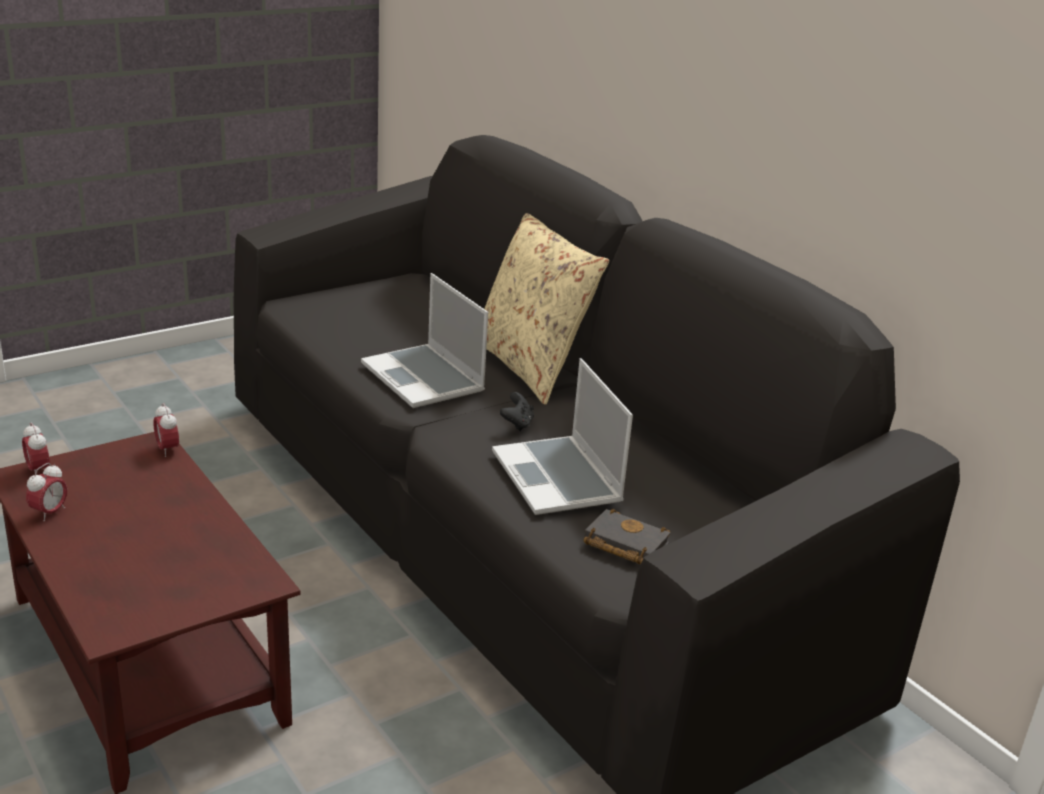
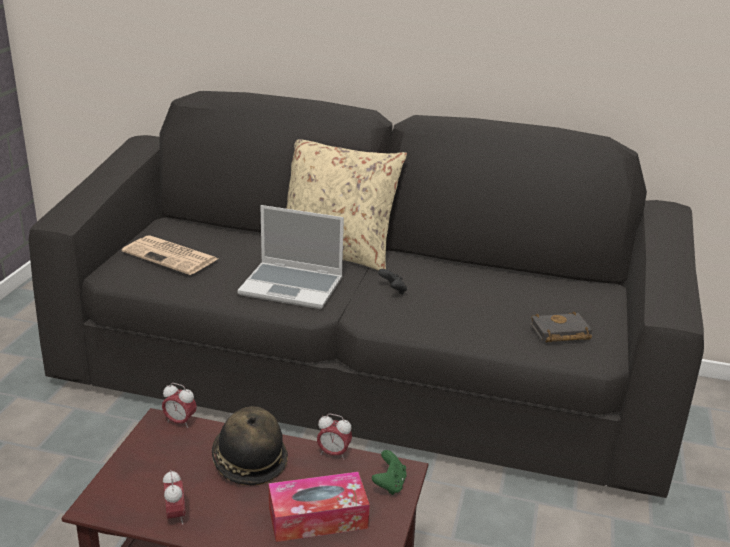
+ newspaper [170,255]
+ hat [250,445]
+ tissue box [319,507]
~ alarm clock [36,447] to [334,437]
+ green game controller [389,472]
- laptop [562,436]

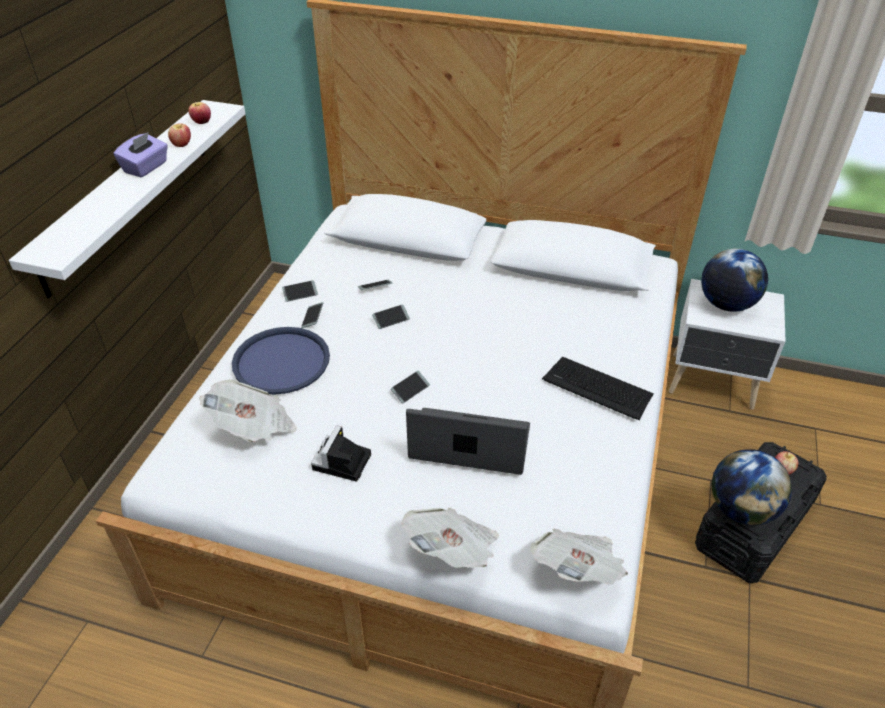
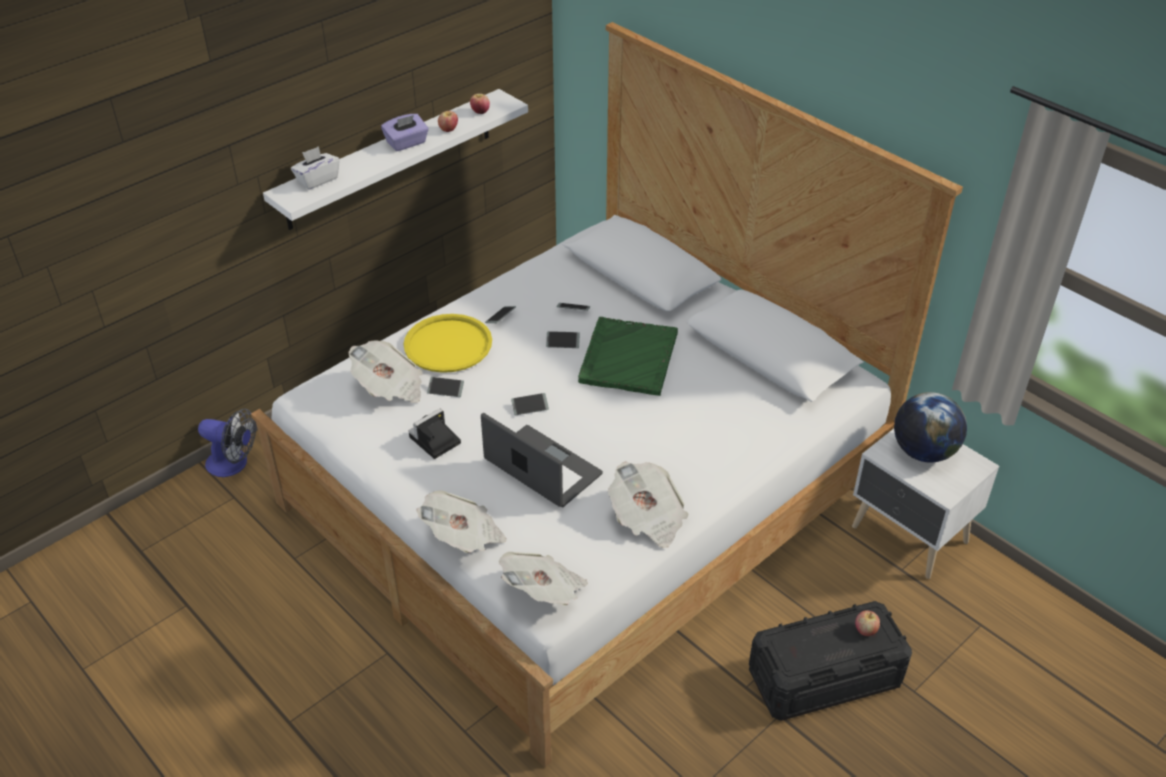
+ fan [227,443]
+ white tissue box [315,168]
~ blue tray [281,361] to yellow tray [448,343]
~ phone [300,291] to [445,387]
+ green tray [628,356]
+ newspaper [648,505]
- keyboard [598,388]
- globe [752,487]

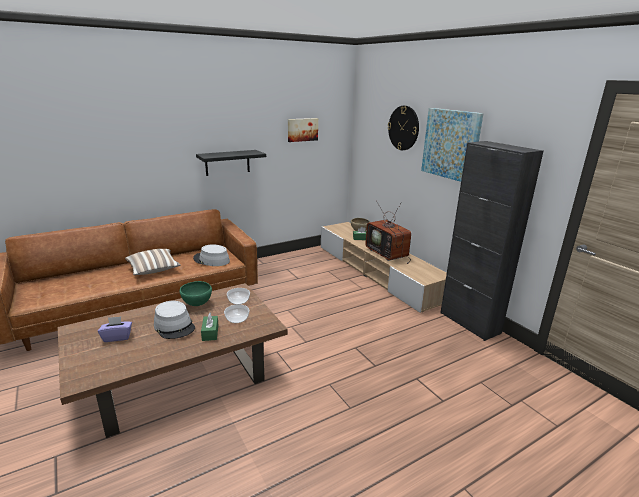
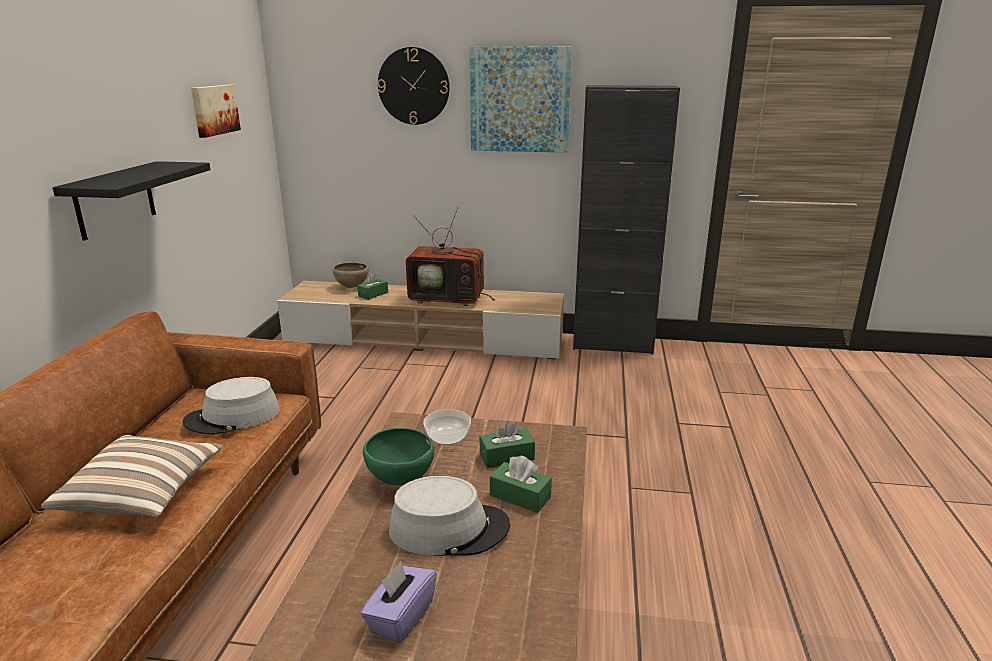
~ bowl [236,313] to green tissue box [507,444]

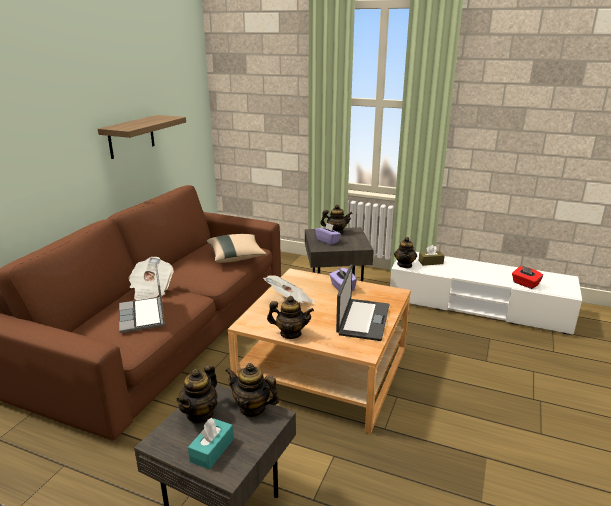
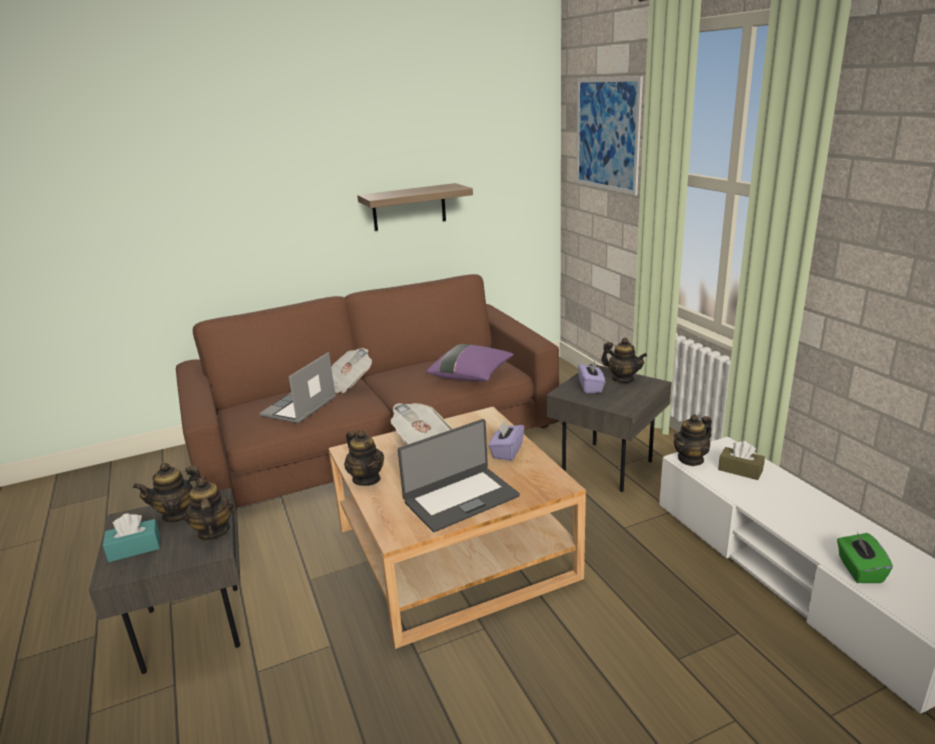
~ beige pillow [237,248] to purple pillow [470,362]
+ picture [609,135]
~ red tissue box [527,277] to green tissue box [865,557]

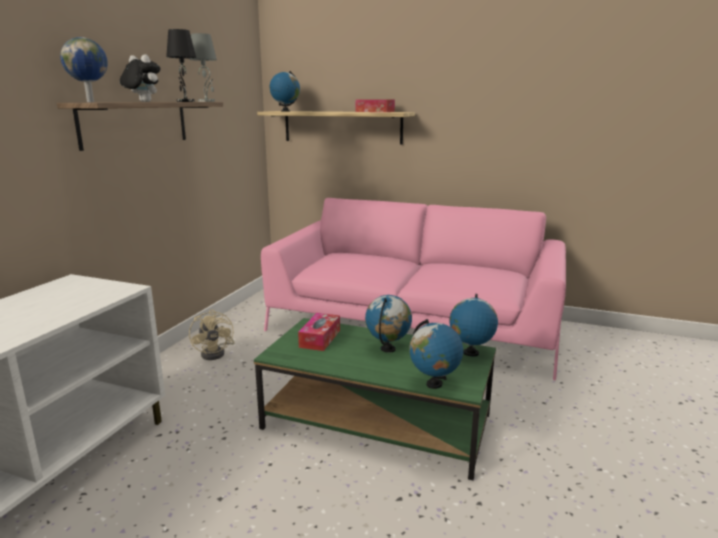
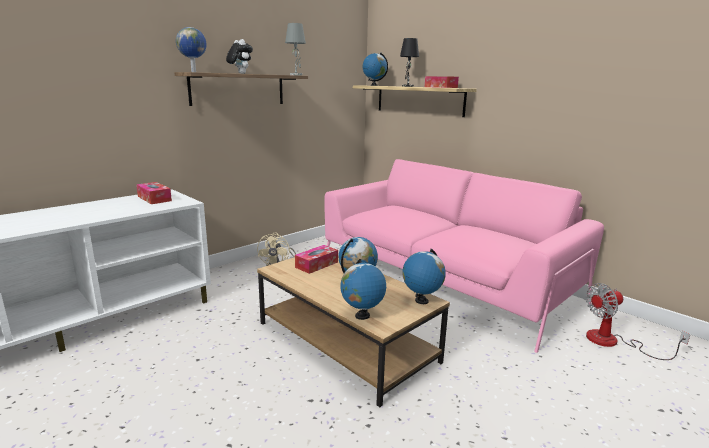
+ tissue box [154,193]
~ green coffee table [375,399] to brown coffee table [353,331]
~ black table lamp [181,65] to [409,62]
+ fan [638,321]

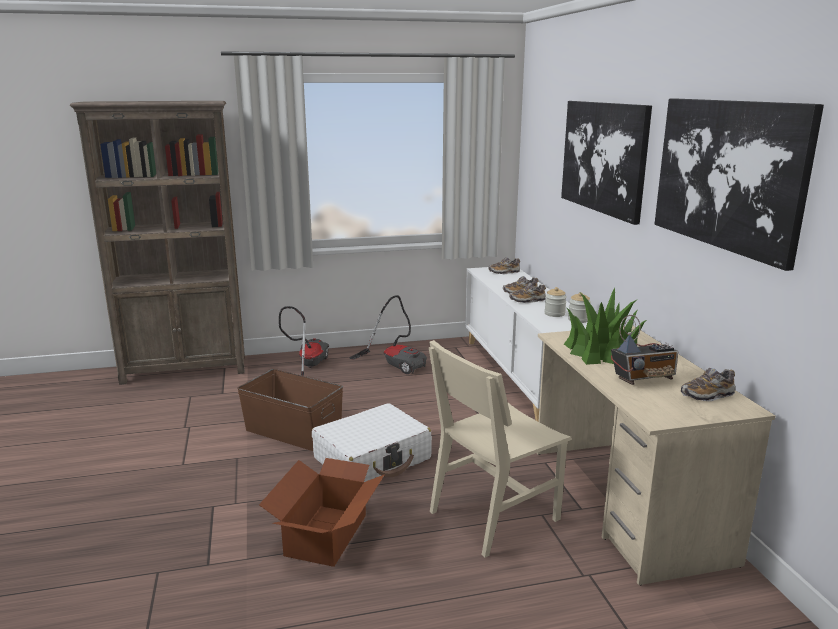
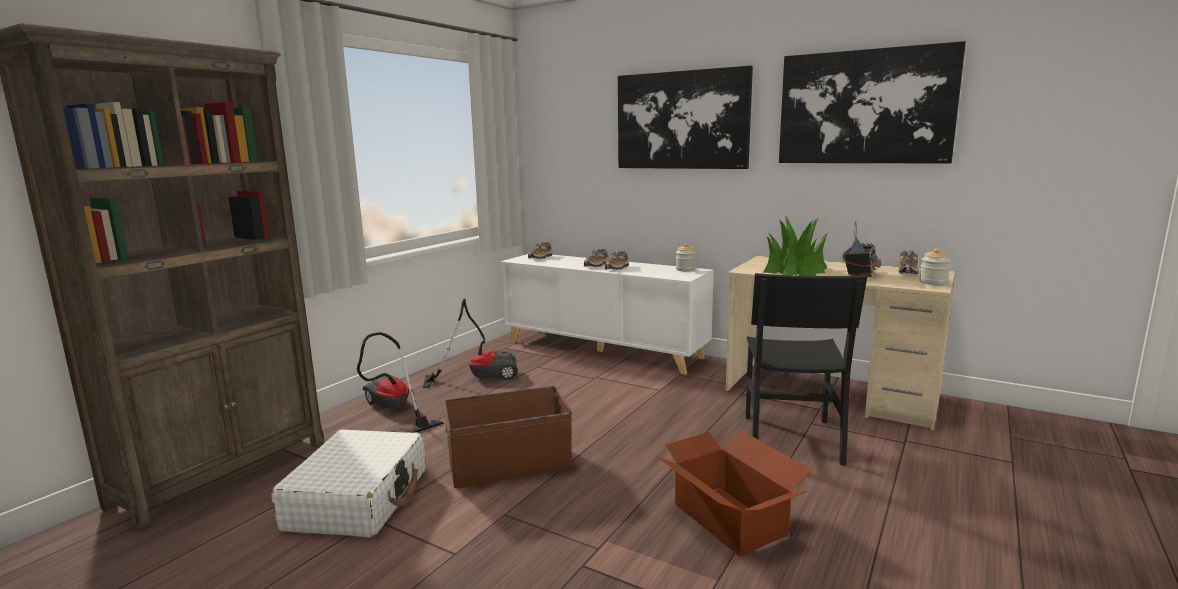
~ white suitcase [372,442] to [348,484]
~ beige chair [500,448] to black chair [806,369]
~ jar [556,302] to [935,266]

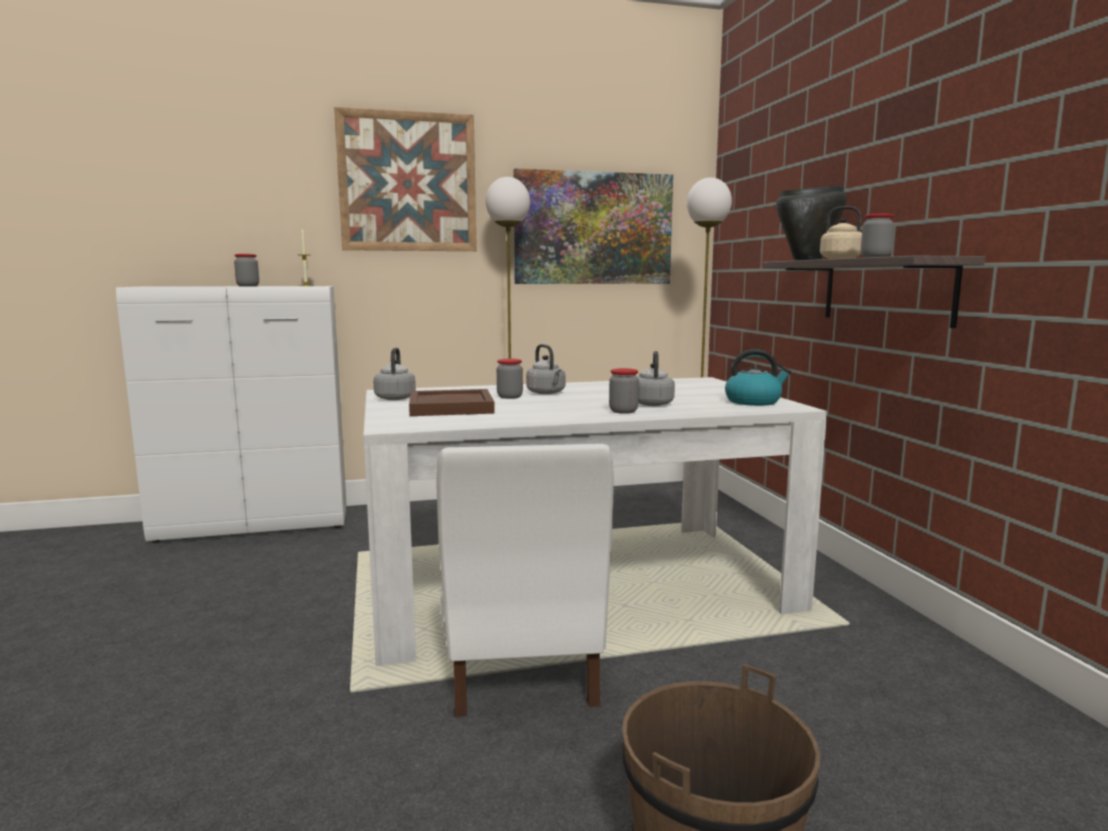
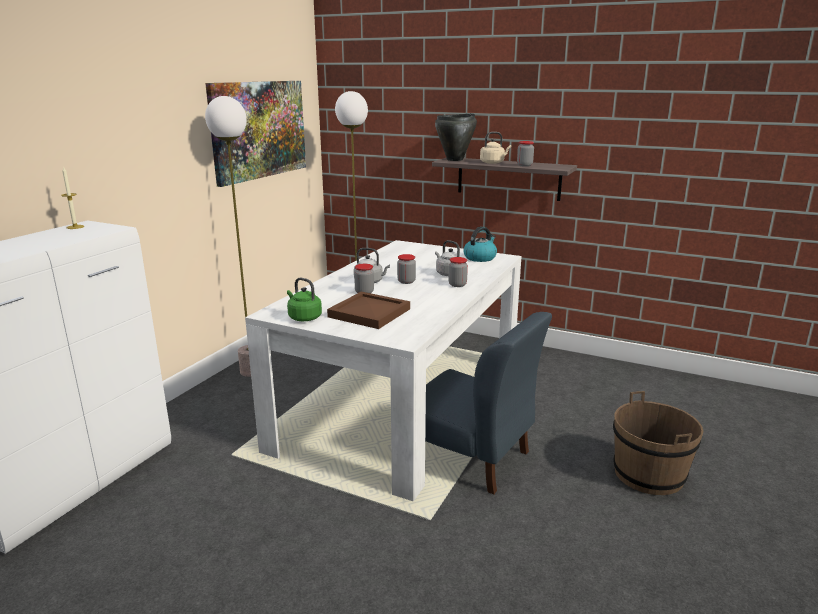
~ grey kettle [394,373] to green kettle [304,299]
~ jar [246,270] to [406,269]
~ white chair [525,580] to blue chair [488,403]
- picture [405,179]

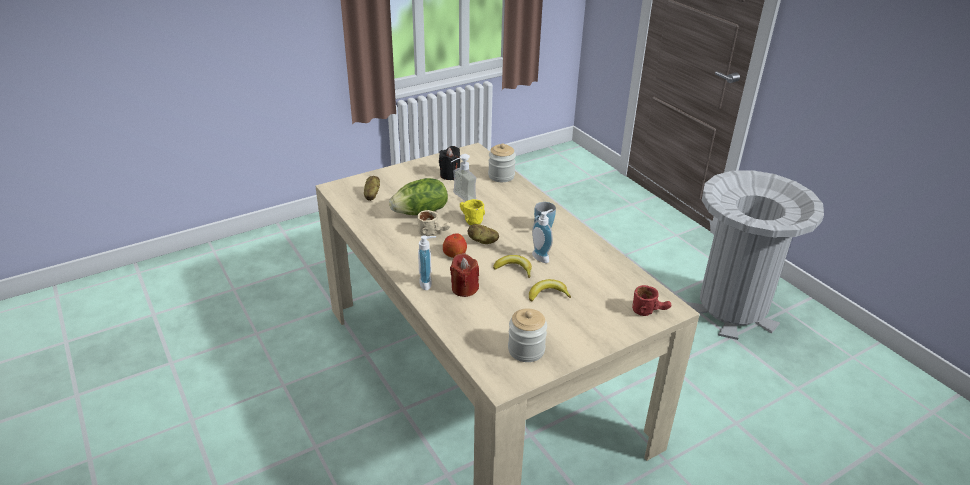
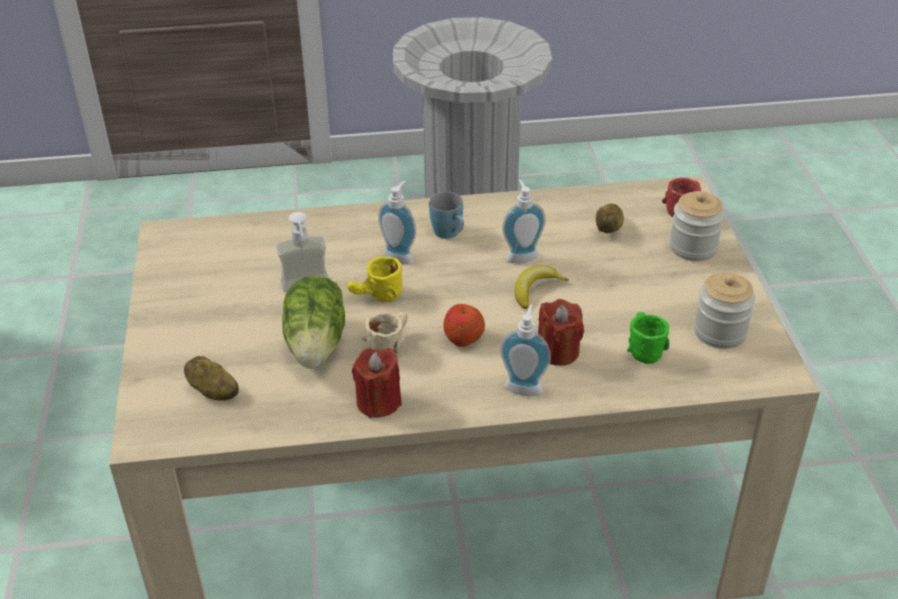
+ red candle [377,383]
+ soap dispenser [397,223]
~ potato [483,234] to [610,218]
+ green mug [648,338]
~ jar [502,162] to [697,226]
- black candle [449,163]
- banana [550,290]

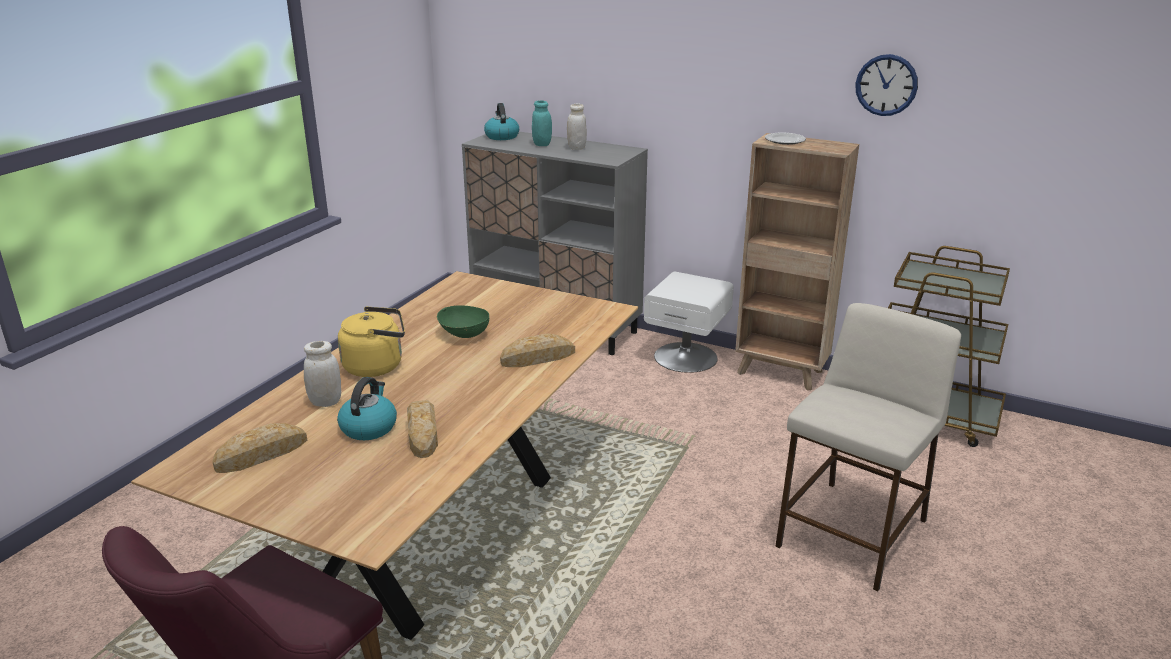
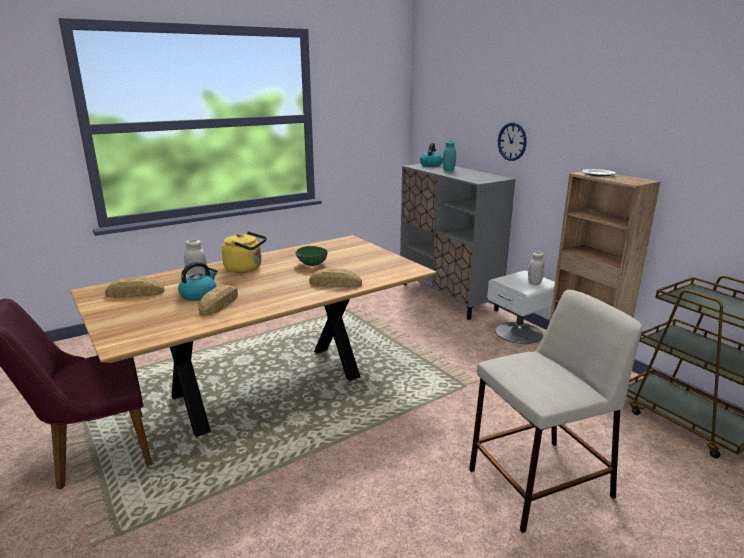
~ wall clock [886,85] to [512,142]
~ white jar [577,127] to [536,268]

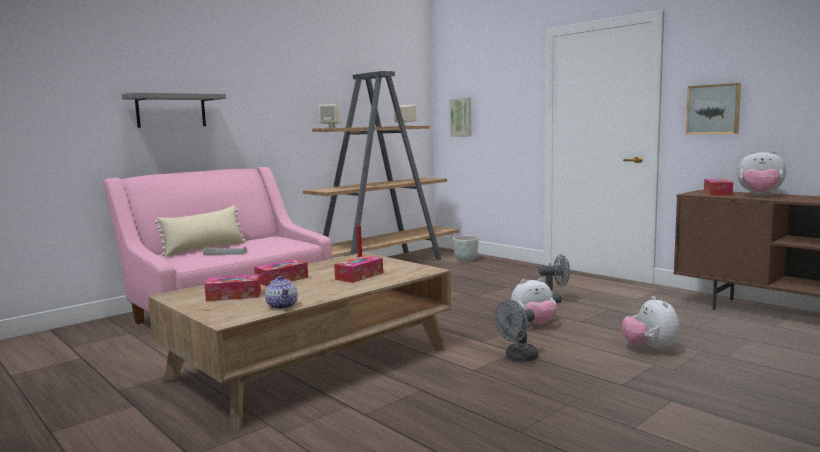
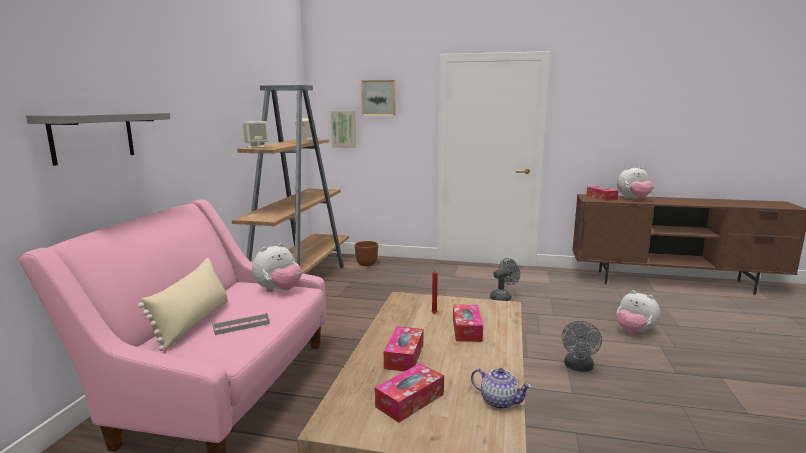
~ plush toy [534,301] to [277,267]
~ grey planter [466,248] to brown planter [366,253]
~ picture [713,108] to [378,98]

